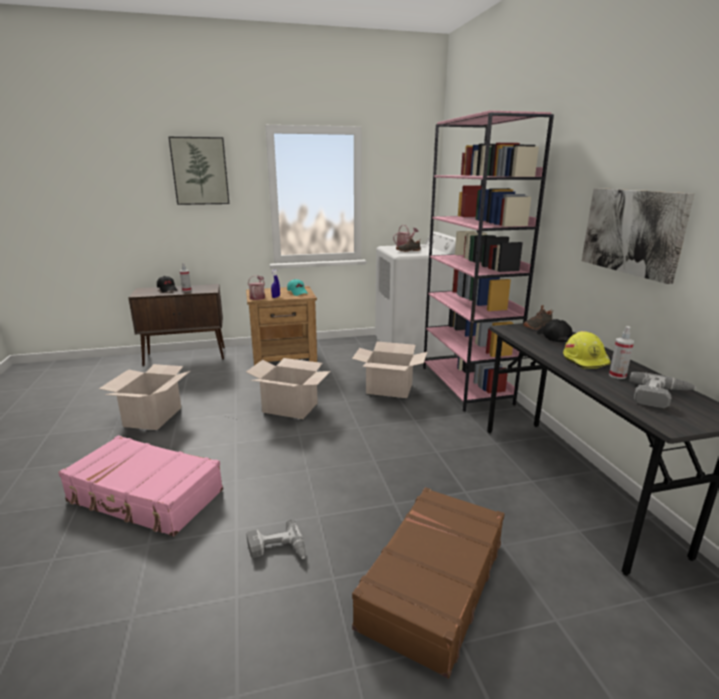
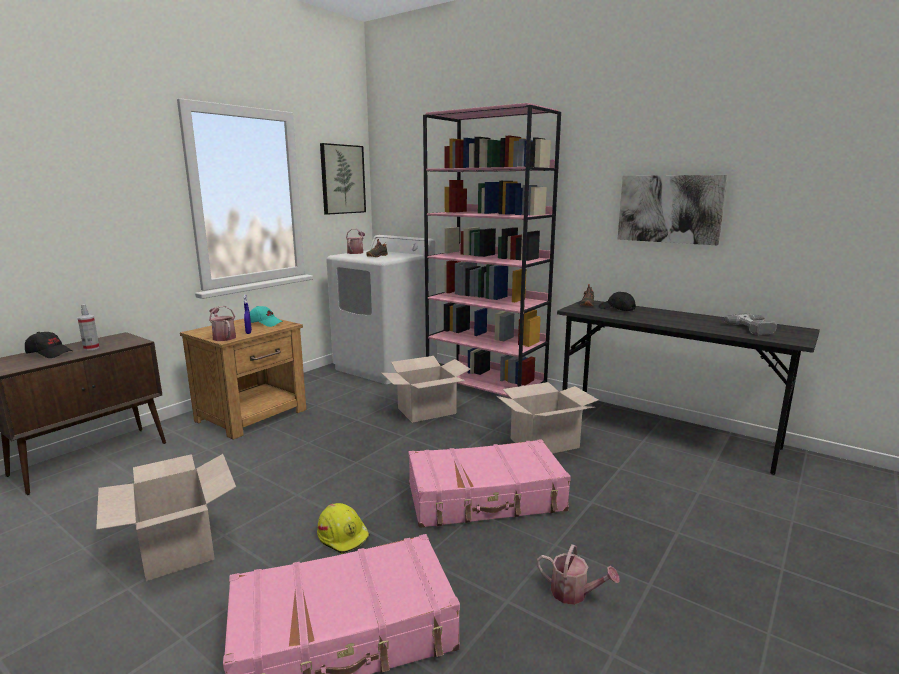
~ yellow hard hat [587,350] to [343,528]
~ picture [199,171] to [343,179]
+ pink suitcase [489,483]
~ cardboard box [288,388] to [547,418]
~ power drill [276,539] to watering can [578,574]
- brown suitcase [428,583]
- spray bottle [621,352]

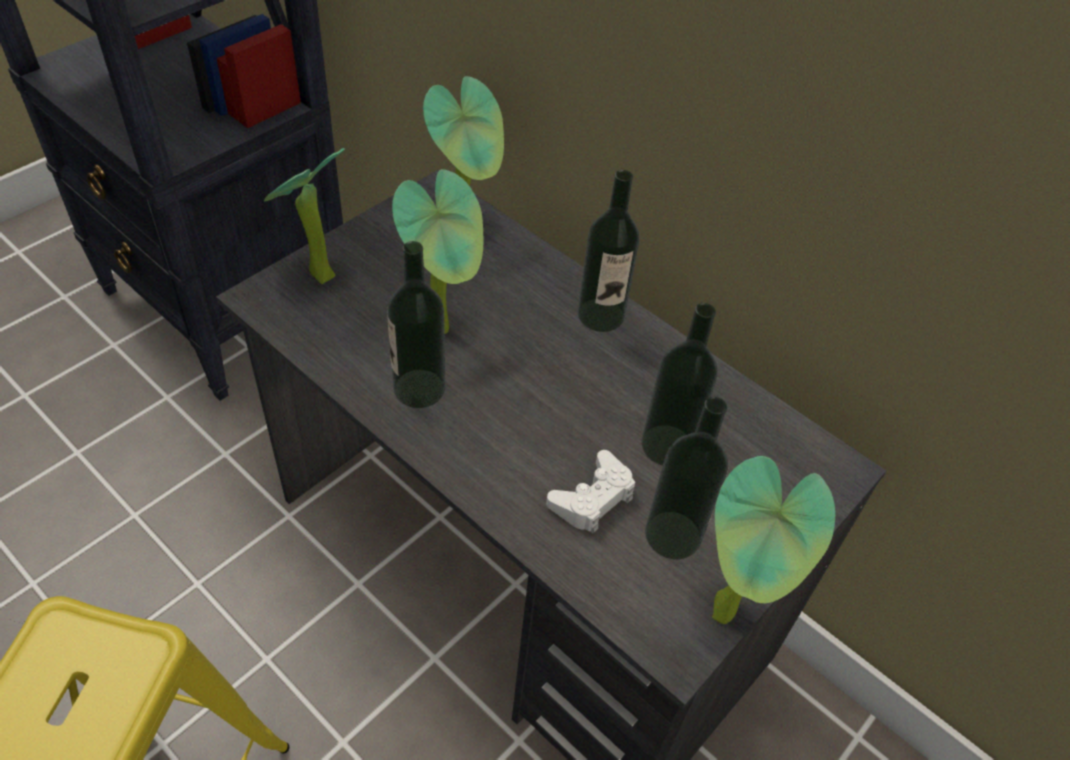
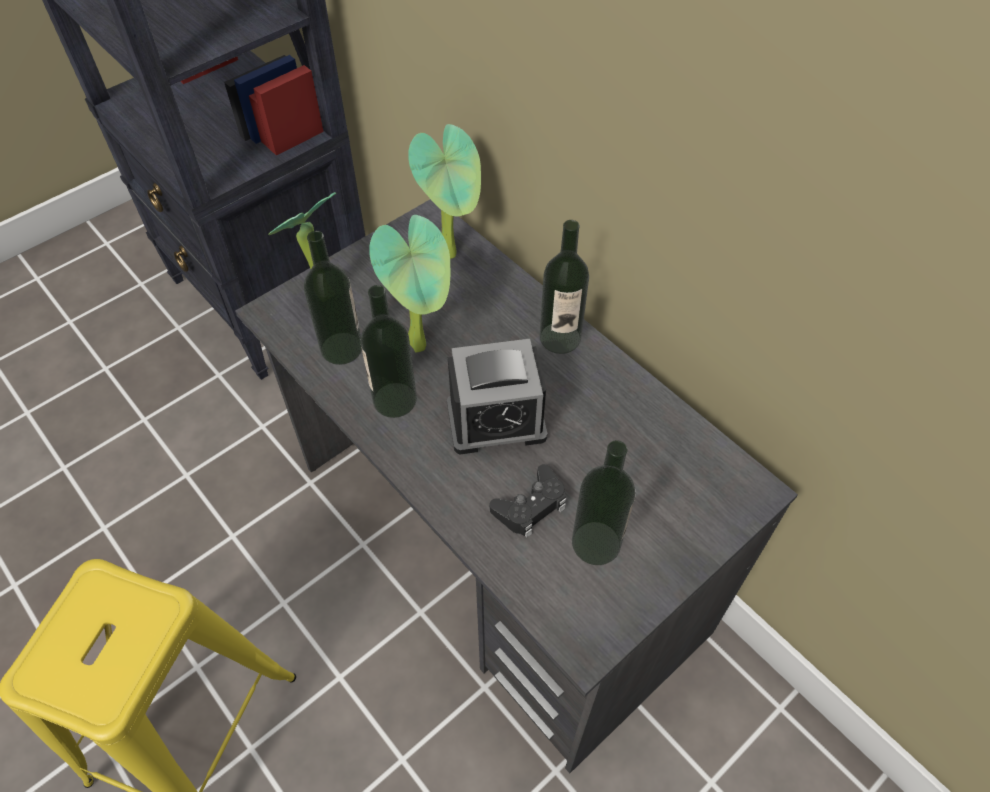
~ bottle [679,384] to [333,298]
+ alarm clock [497,396]
~ white game controller [590,492] to black game controller [528,501]
- potted plant [773,540]

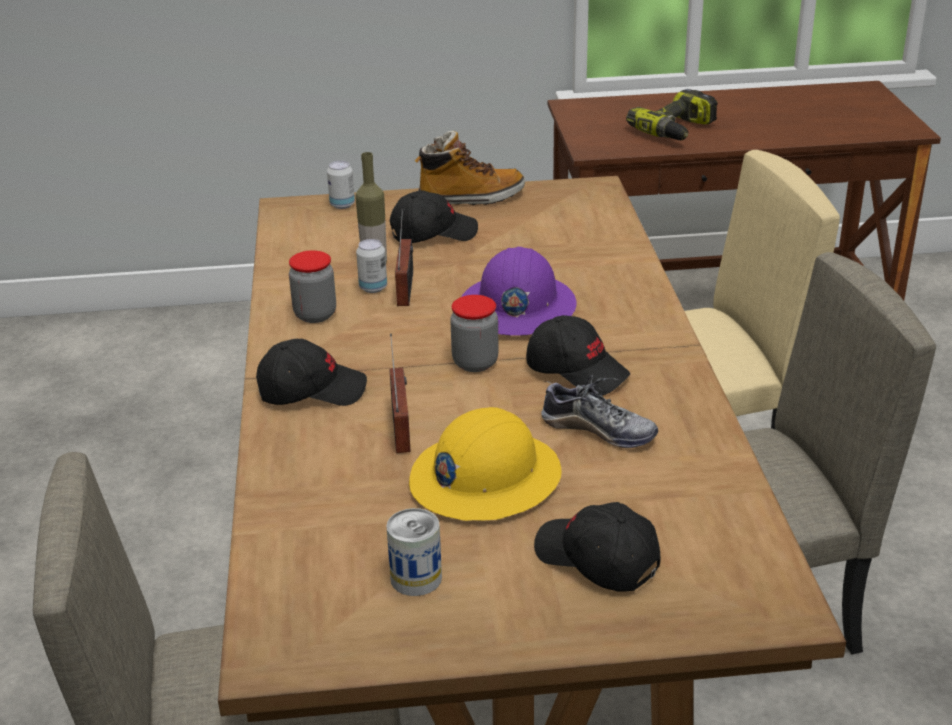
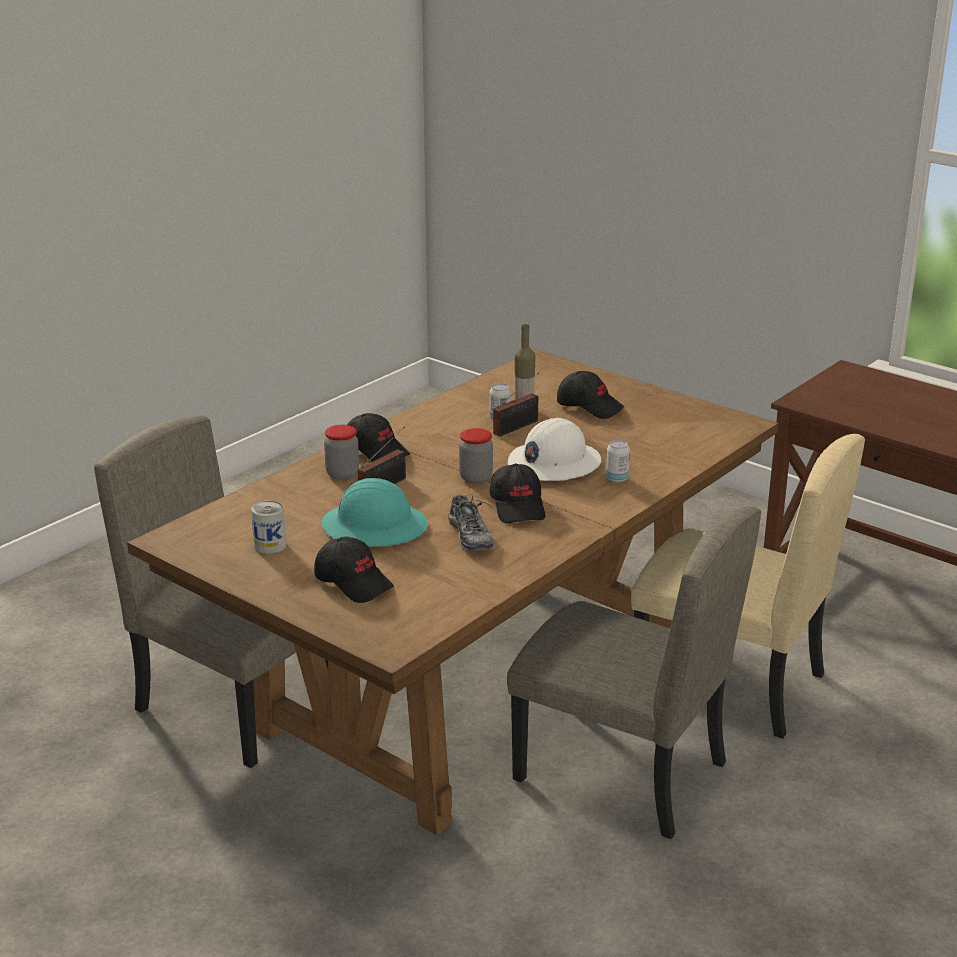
~ black cap [597,546] = [354,569] 135 degrees clockwise
~ yellow hard hat [485,464] to turquoise hard hat [375,512]
~ jar [312,286] to [341,452]
~ purple hard hat [519,291] to white hard hat [554,449]
~ can [341,185] to [618,461]
- boot [470,168]
- power drill [672,114]

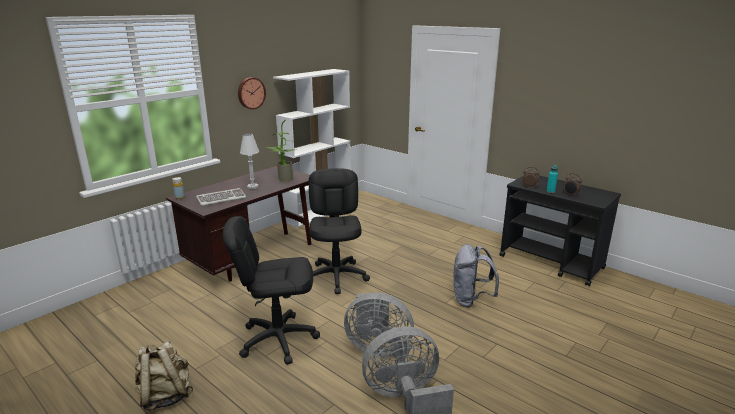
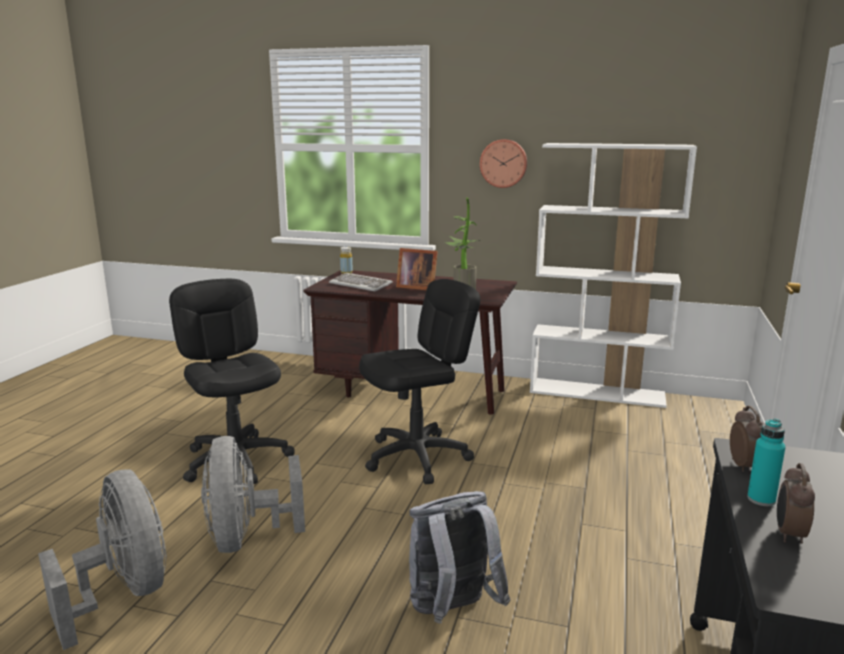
~ white table lamp [249,161] to picture frame [417,269]
- beige backpack [164,376]

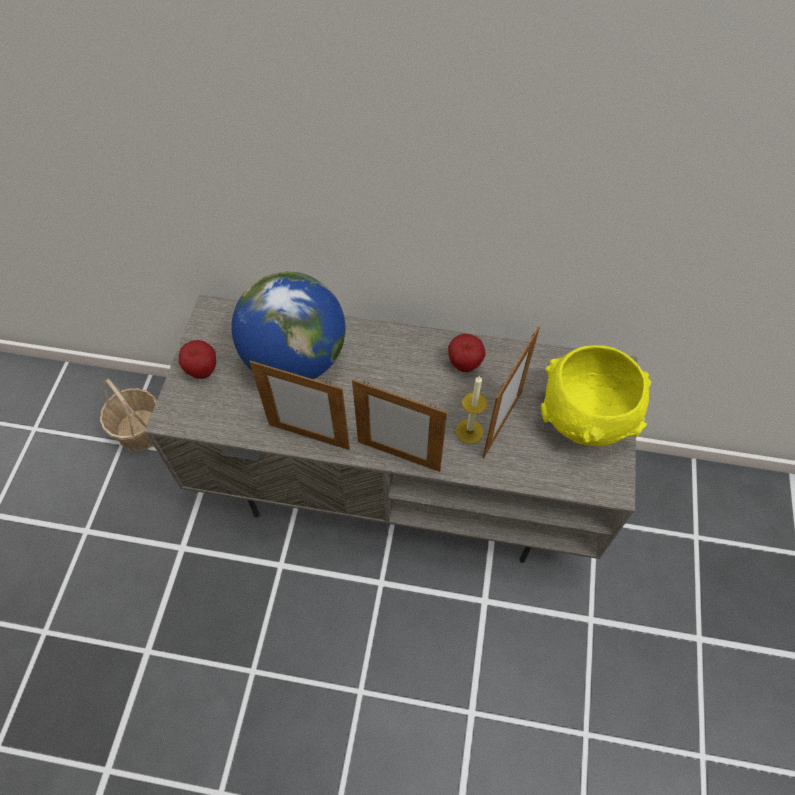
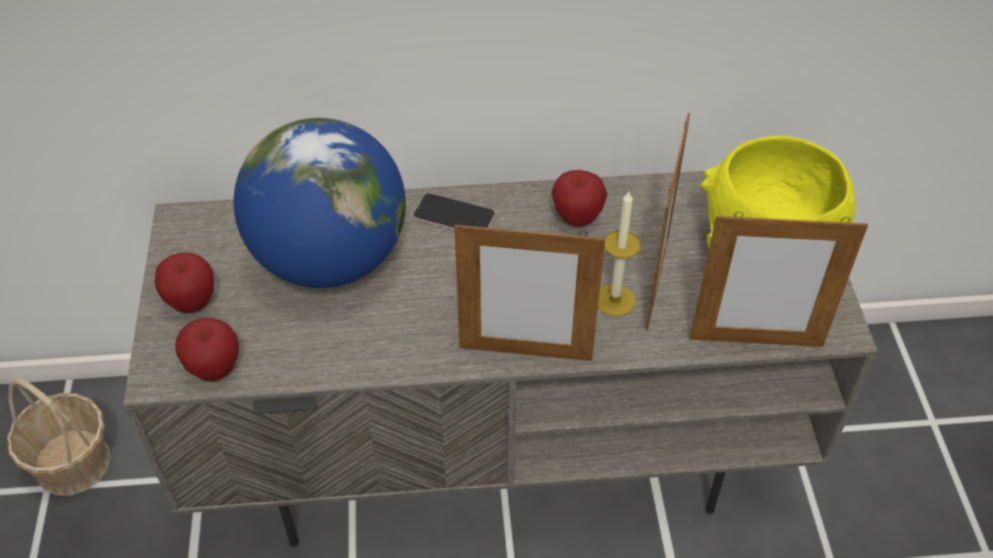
+ apple [207,349]
+ phone [454,211]
~ picture frame [300,405] to [779,279]

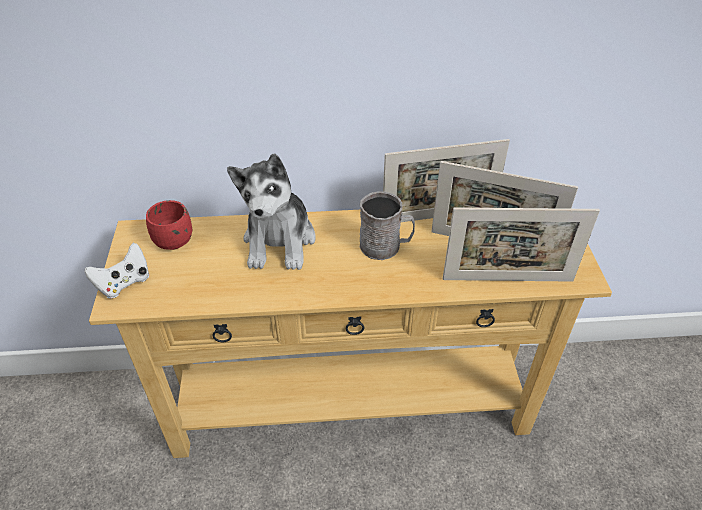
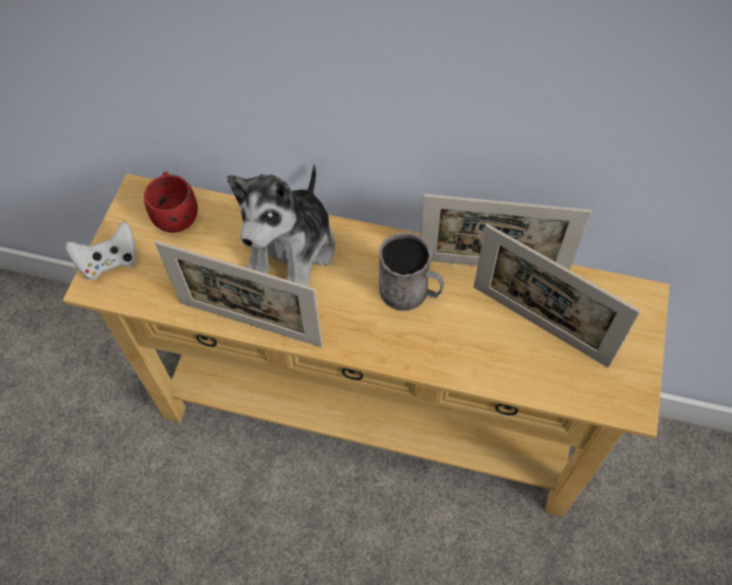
~ picture frame [521,244] to [239,294]

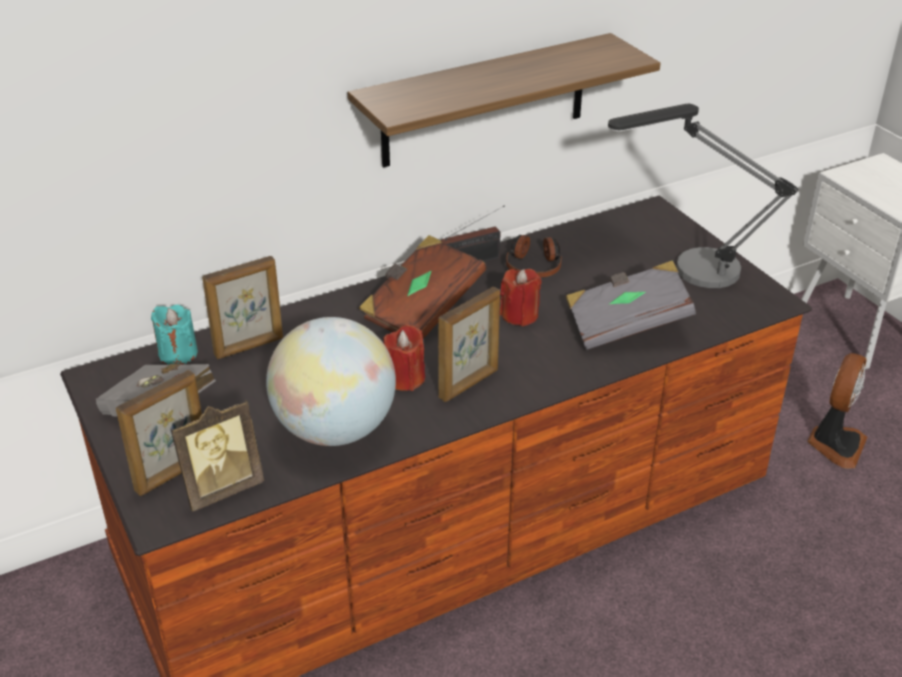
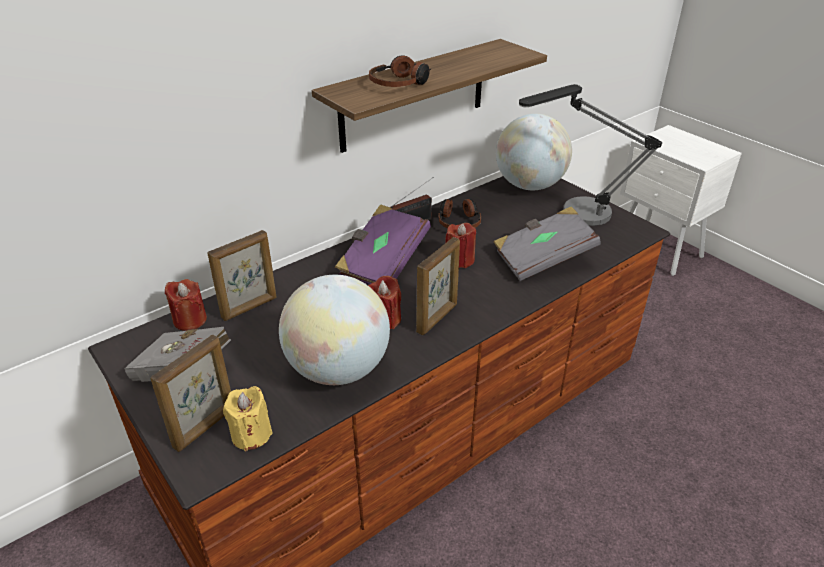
~ turquoise candle [174,335] to red candle [186,305]
~ picture frame [217,455] to yellow candle [248,418]
~ brown book [422,287] to purple book [383,244]
+ headphones [400,71]
+ globe [534,152]
- fan [837,411]

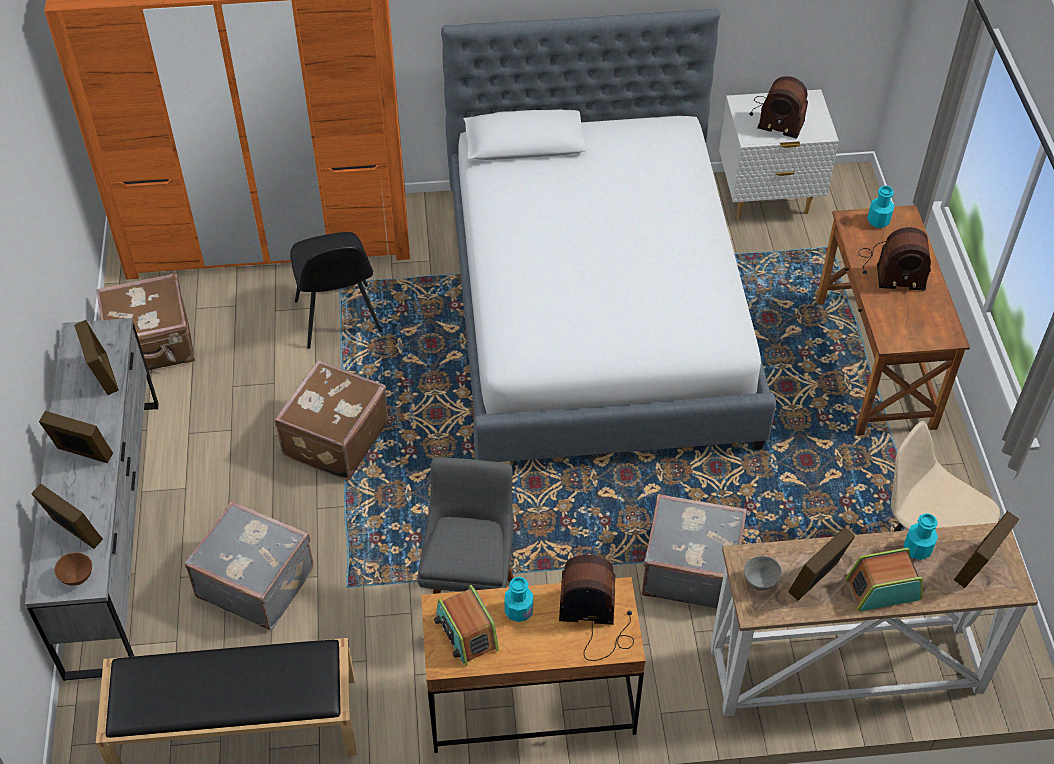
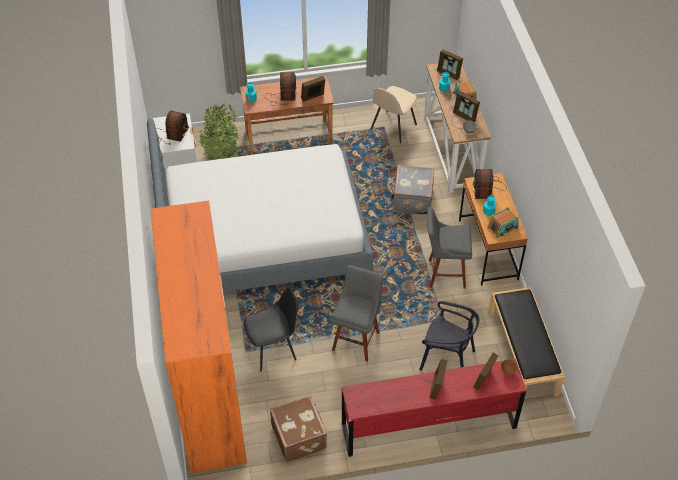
+ potted plant [219,131]
~ picture frame [96,357] to [313,89]
~ brown suitcase [331,420] to grey stool [356,313]
~ grey dresser [92,499] to red dresser [434,408]
~ grey suitcase [249,565] to black chair [449,336]

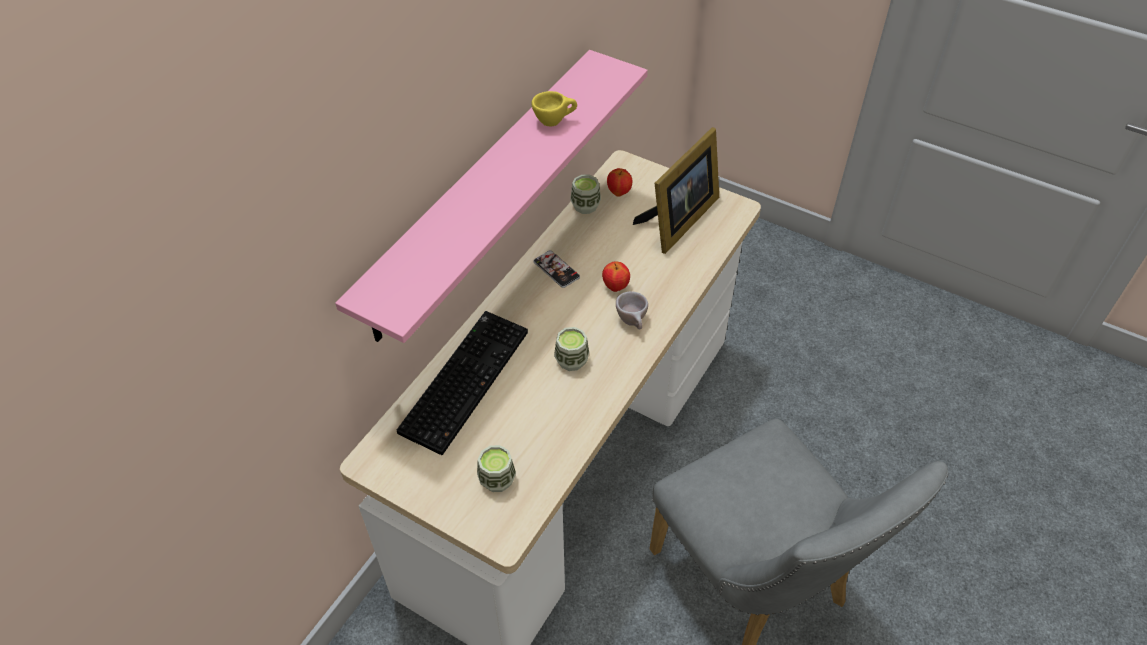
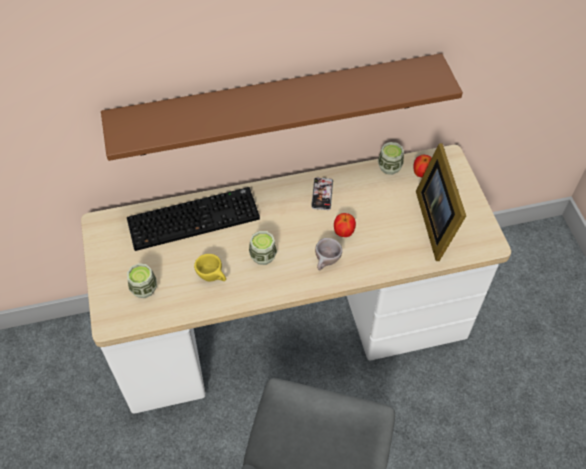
~ pink shelf [491,196] to brown shelf [282,107]
~ yellow cup [554,108] to [210,268]
~ picture frame [676,190] = [441,202] 90 degrees clockwise

